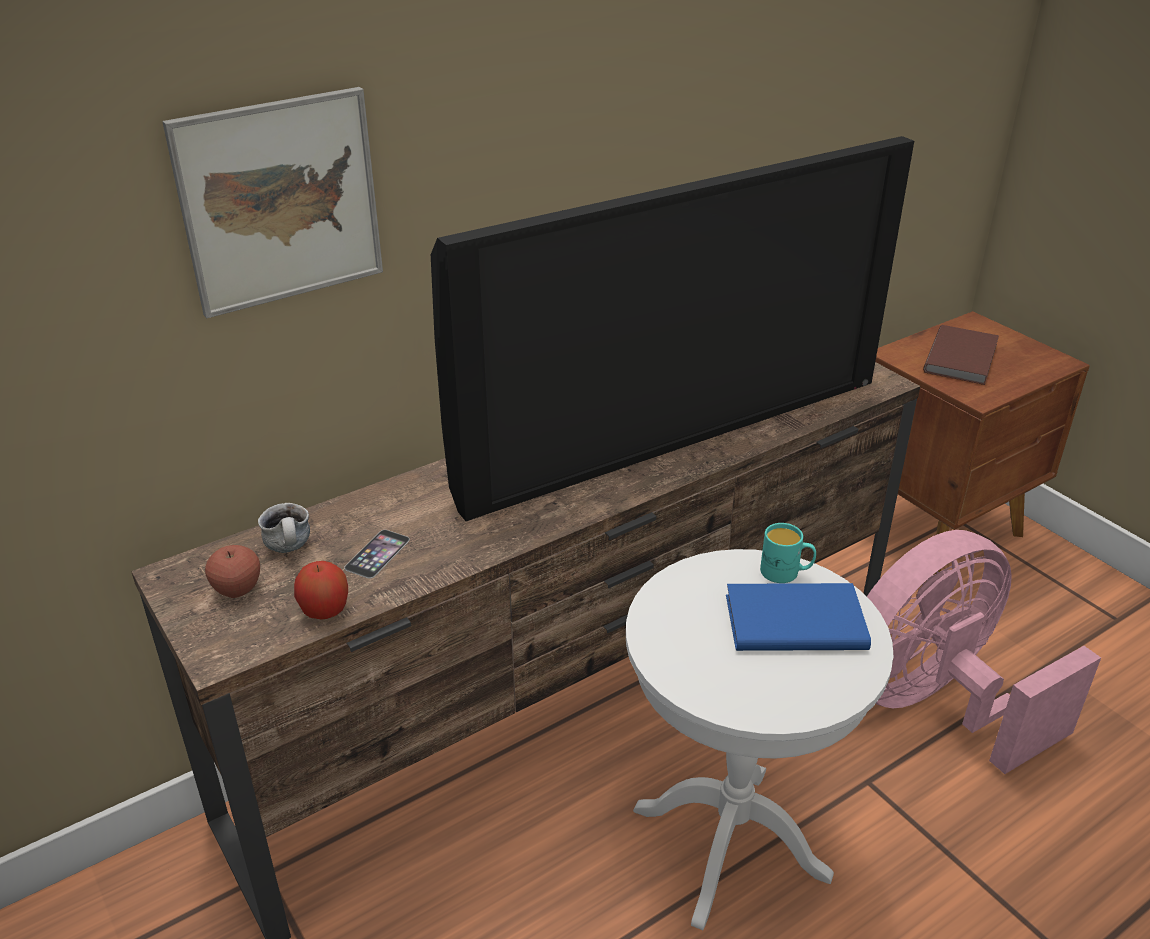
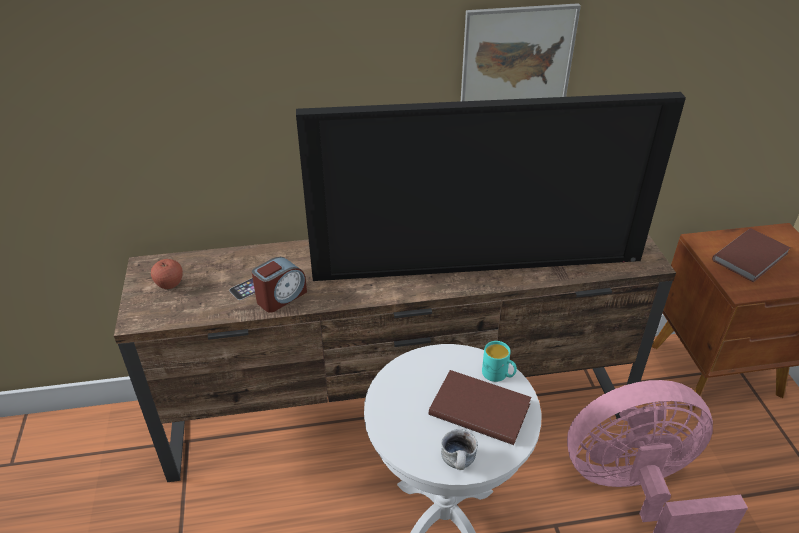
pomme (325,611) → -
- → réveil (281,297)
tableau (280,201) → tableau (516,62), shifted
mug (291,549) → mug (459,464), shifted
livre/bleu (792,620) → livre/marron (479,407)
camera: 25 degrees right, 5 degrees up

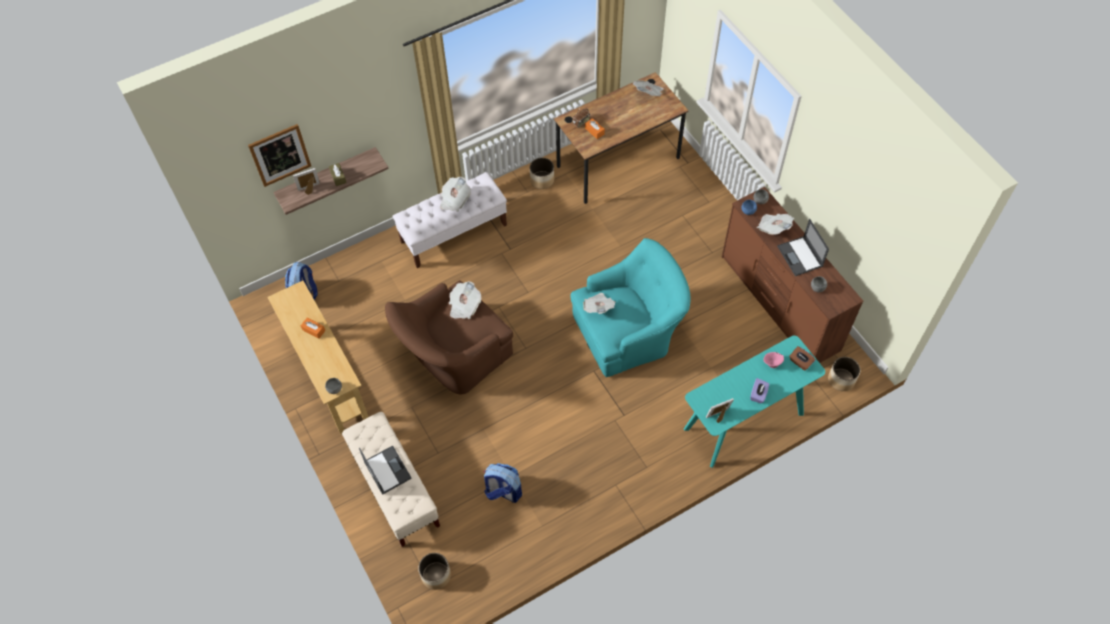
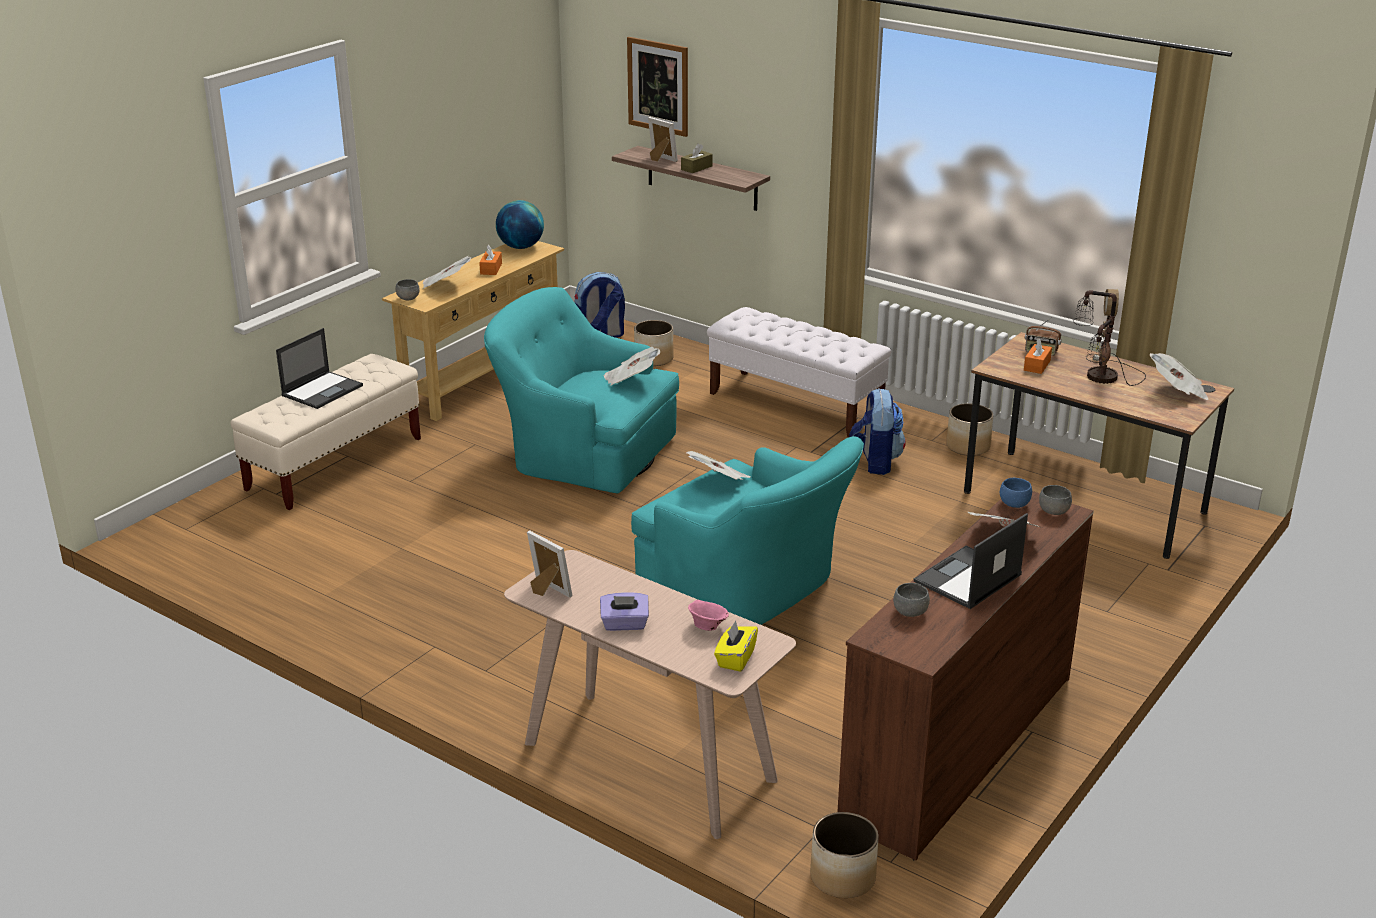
- → globe (520,247)
- → lampe de table (1100,378)
cache-pot (435,575) → cache-pot (653,358), shifted
journal (454,200) → journal (446,285), shifted
sac à dos (503,491) → sac à dos (875,461), shifted
fauteuil/marron (453,356) → fauteuil/turquoise (582,453)
table console/turquoise (744,422) → table console/beige (648,762)
boîte à mouchoirs/marron (800,362) → boîte à mouchoirs/jaune (735,659)
camera: 65 degrees right, 30 degrees down

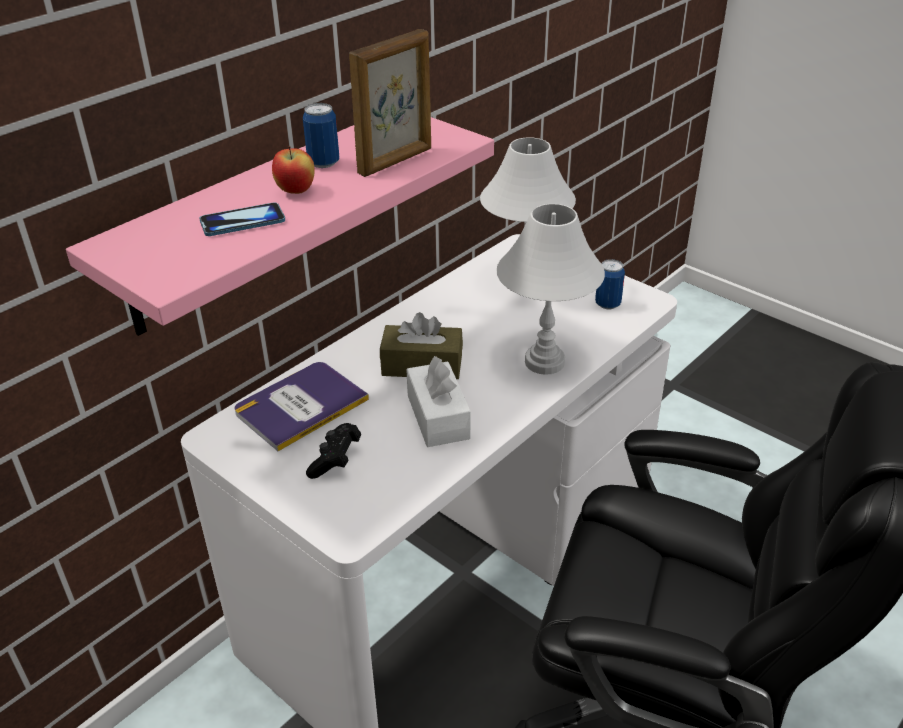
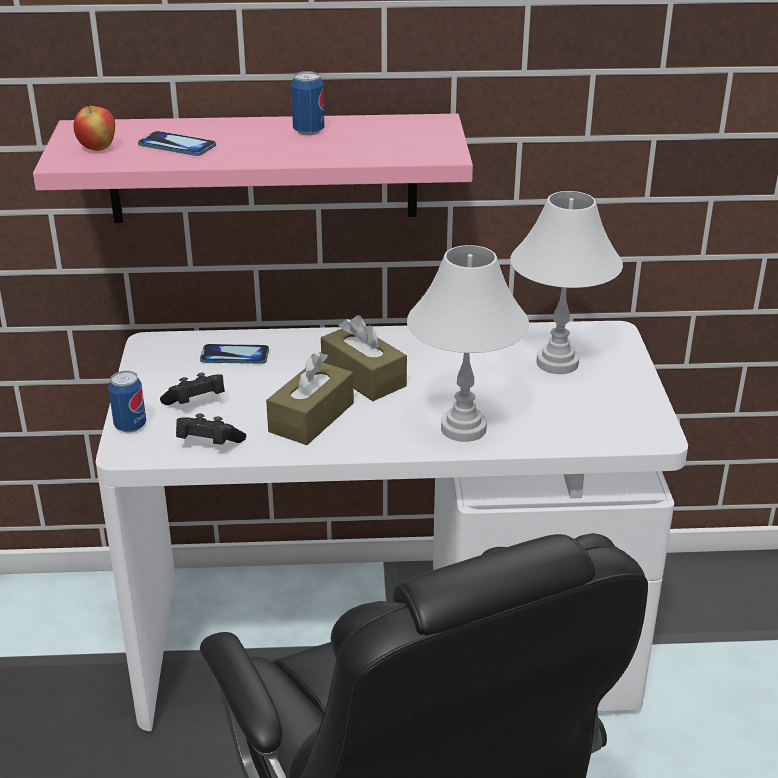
cadre photo (396,161) → -
- → manette/noir (208,444)
pomme (296,191) → pomme (97,149), shifted
boîte métallique (607,304) → boîte métallique (130,426), shifted
livre (300,406) → téléphone (234,356)
boîte à mouchoirs/blanc (438,417) → boîte à mouchoirs/marron (311,417)
camera: 45 degrees right, 5 degrees down

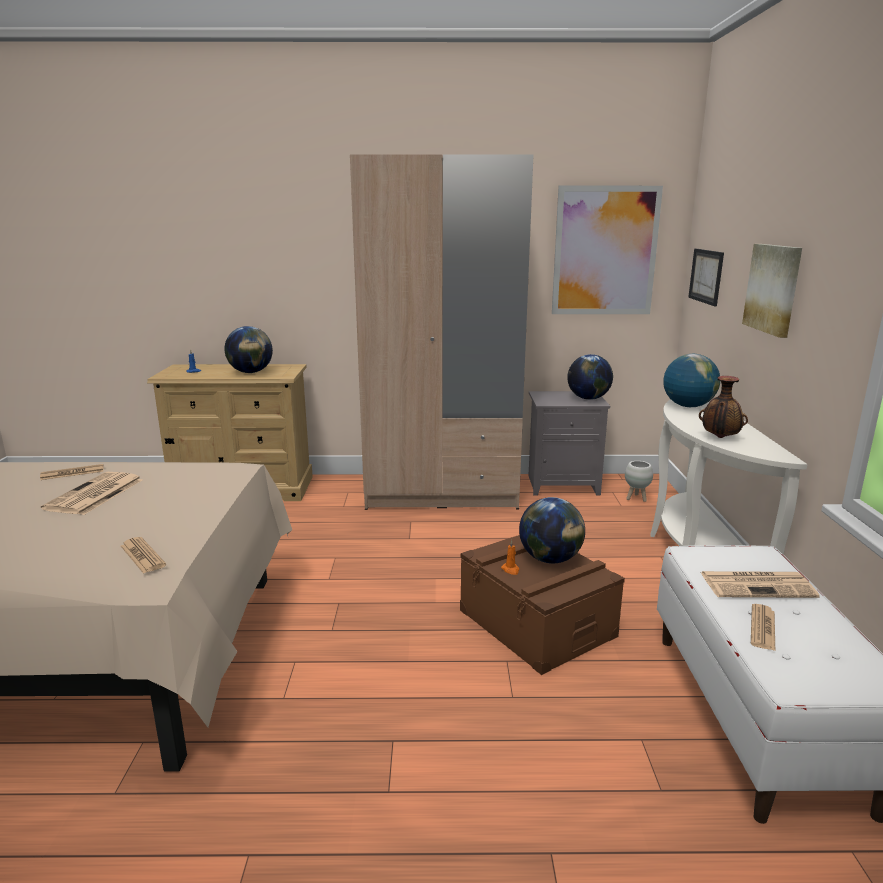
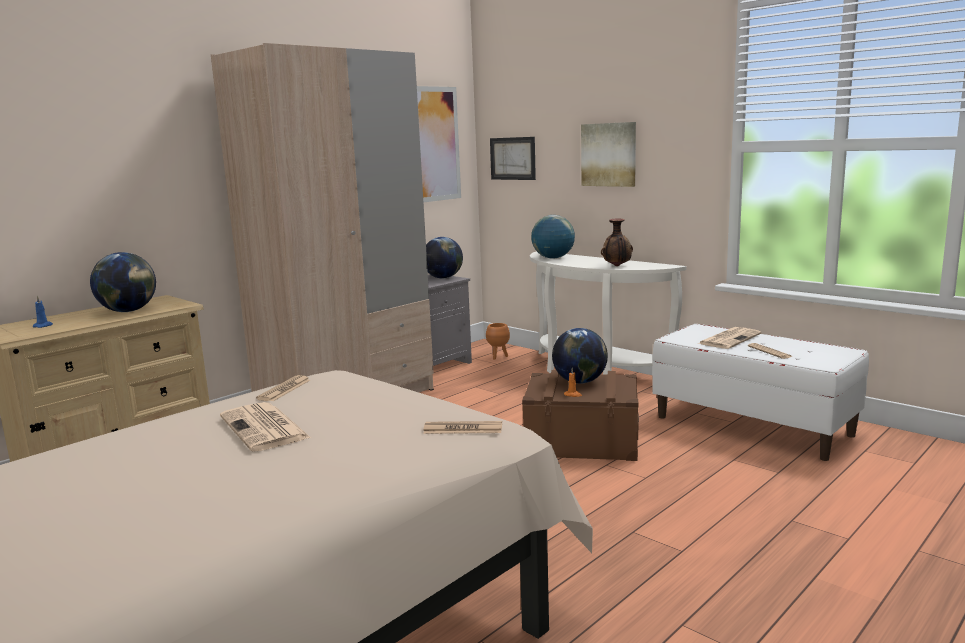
journal (72,473) → journal (284,389), shifted
cache-pot/blanc (636,498) → cache-pot/orange (498,357)
camera: 45 degrees left, 5 degrees down

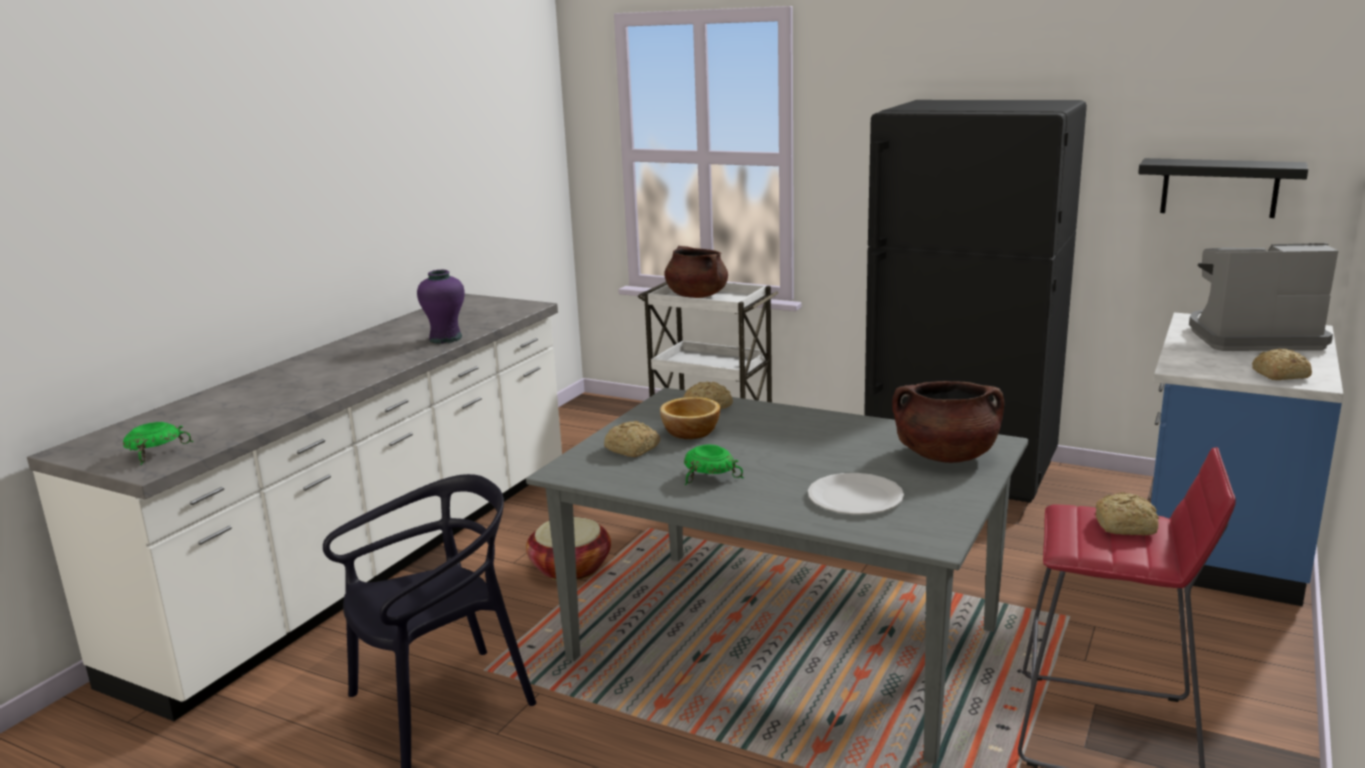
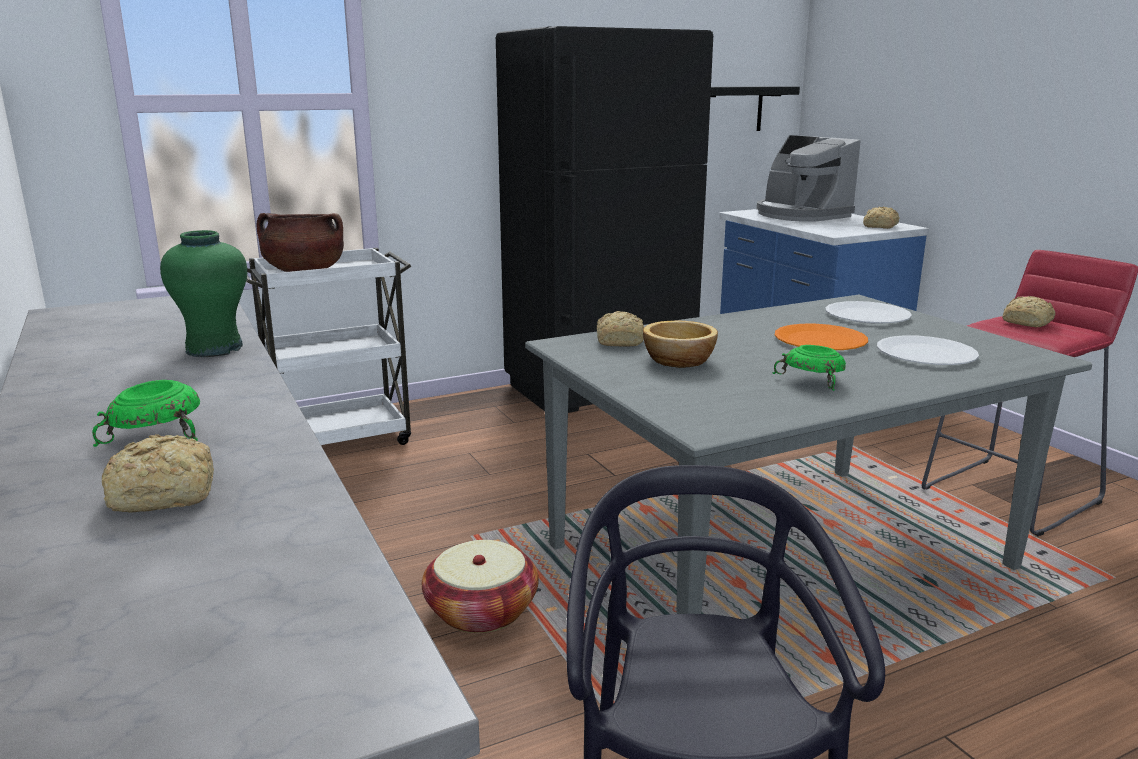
- → assiette/orange (820,340)
bol/vert (156,454) → bol/vert (160,434), shifted
pain (632,449) → pain (167,495), shifted
marmite/marron (945,456) → assiette/blanc (867,315)
vase/violet (446,339) → vase/vert (214,348)
machine à café (1251,337) → machine à café (800,215), 75 degrees counterclockwise
camera: 55 degrees left, 0 degrees up

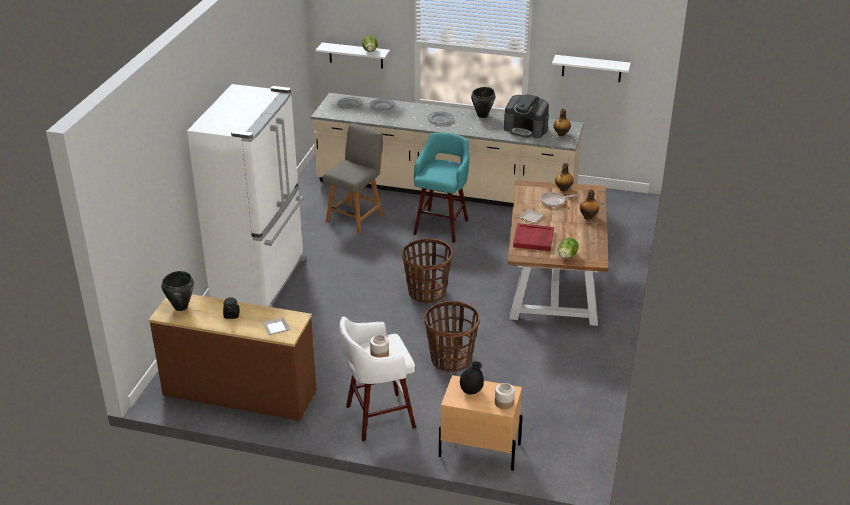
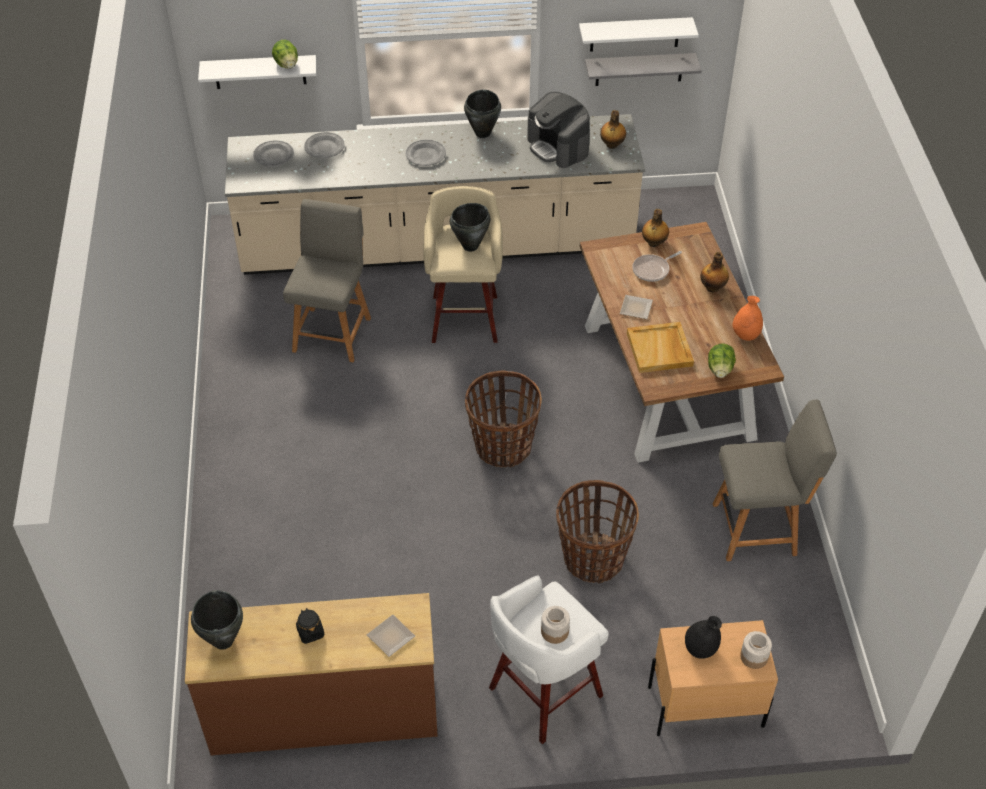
réfrigérateur/blanc (261,280) → -
- → marmite/noir (471,246)
- → étagère/gris (639,69)
- → chaise/gris (758,529)
- → vase/orange (745,335)
tabouret/turquoise (442,226) → tabouret/beige (465,316)
plateau/rouge (534,239) → plateau/beige (660,350)
machine à café (526,129) → machine à café (558,147), 45 degrees clockwise
camera: 20 degrees left, 15 degrees up

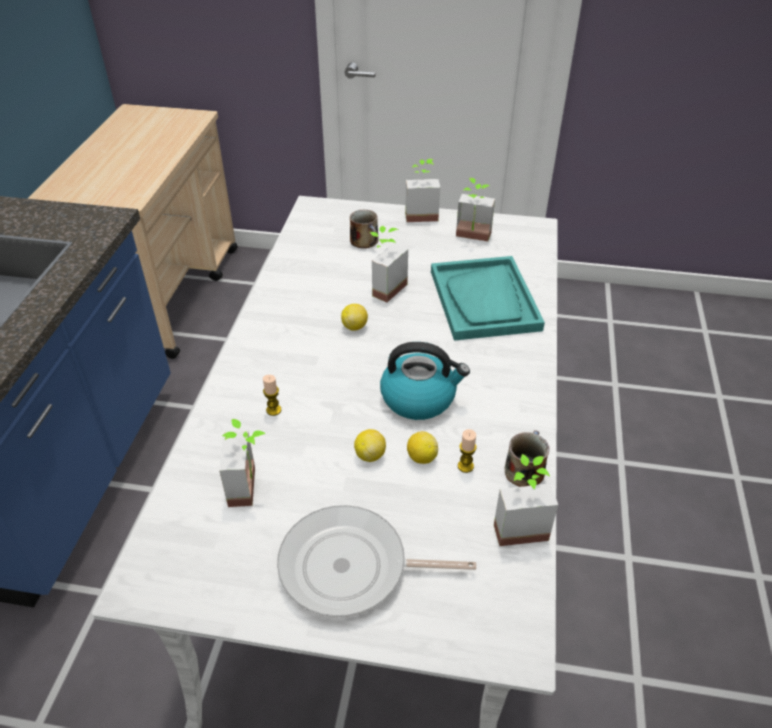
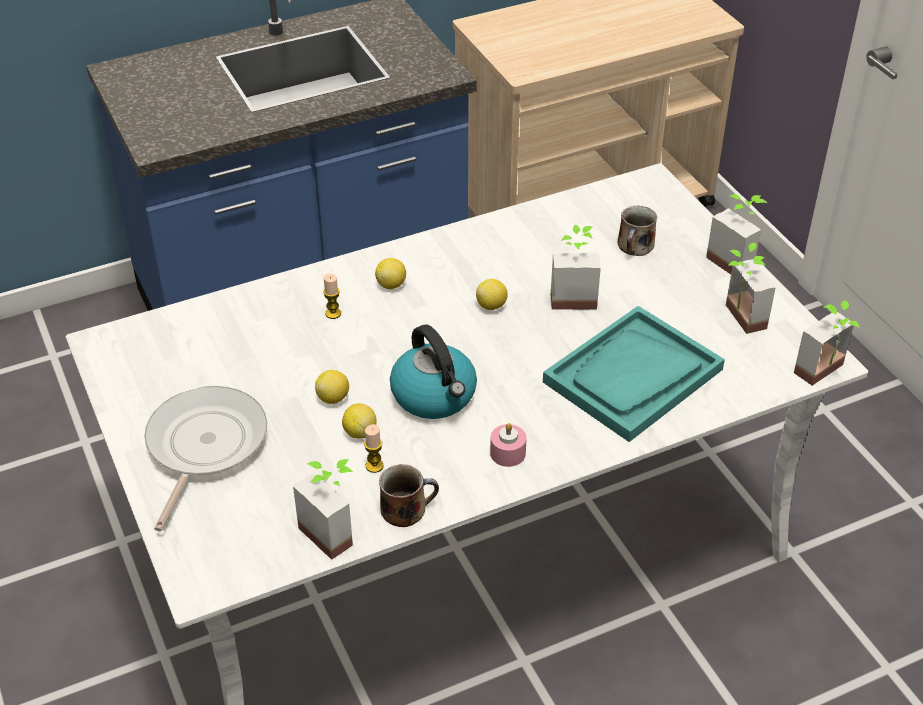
- → citron (391,284)
- → bougie/rose (507,453)
plante en pot (252,486) → plante en pot (826,374), shifted
poêle (351,568) → poêle (204,446), 45 degrees clockwise
camera: 55 degrees right, 0 degrees up

